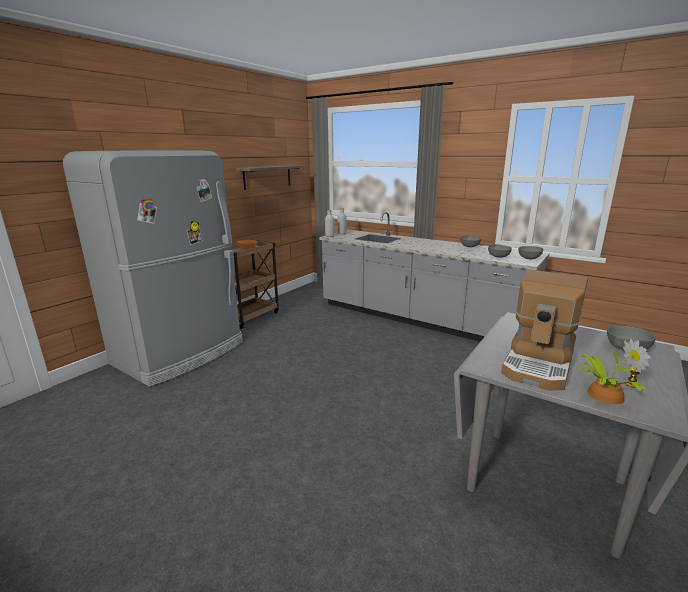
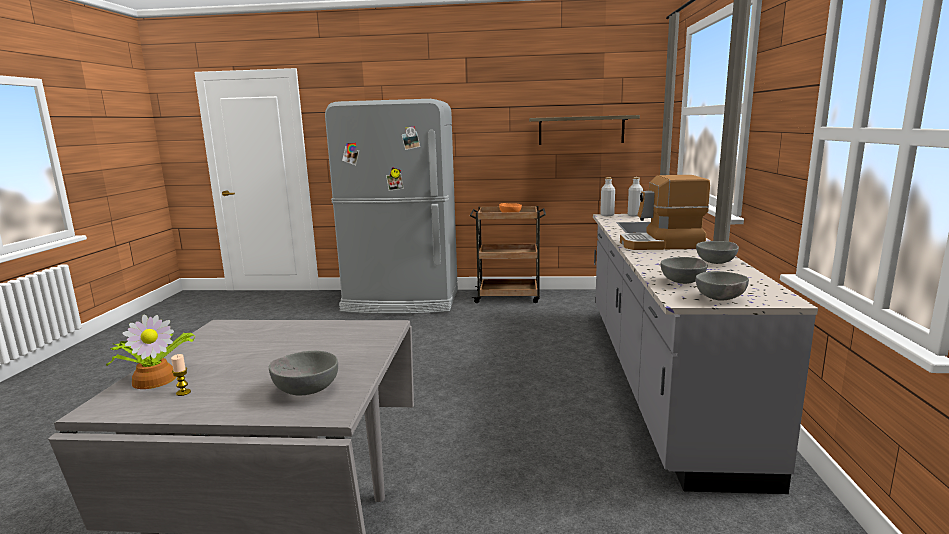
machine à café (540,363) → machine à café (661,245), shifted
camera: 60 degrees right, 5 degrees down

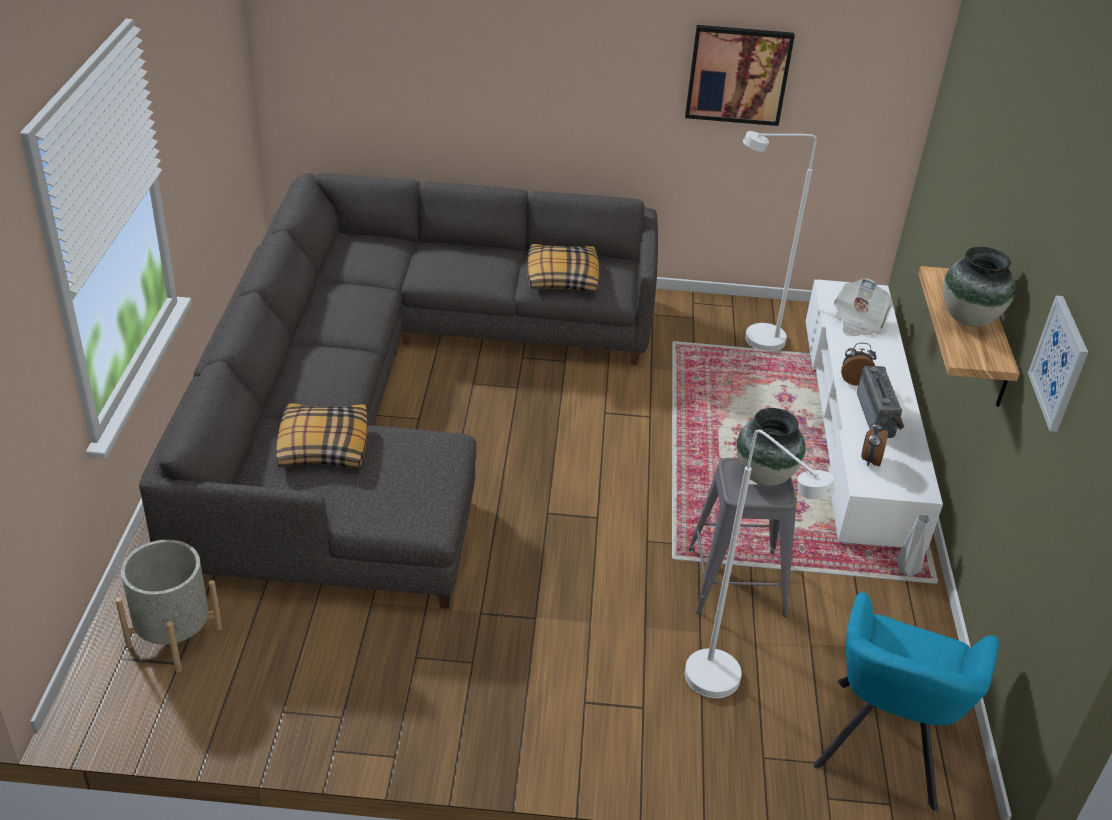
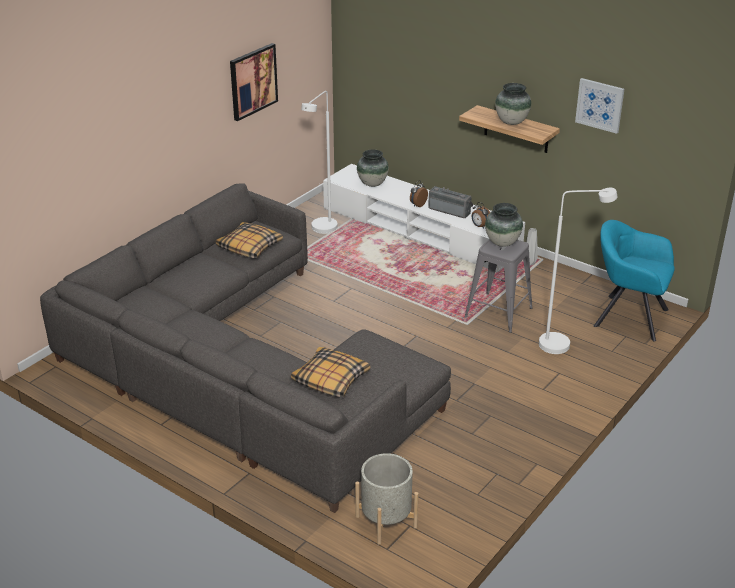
journal (858,322) → vase (373,184)
fauteuil/turquoise (884,747) → fauteuil/turquoise (627,317), 150 degrees clockwise
camera: 55 degrees left, 5 degrees down

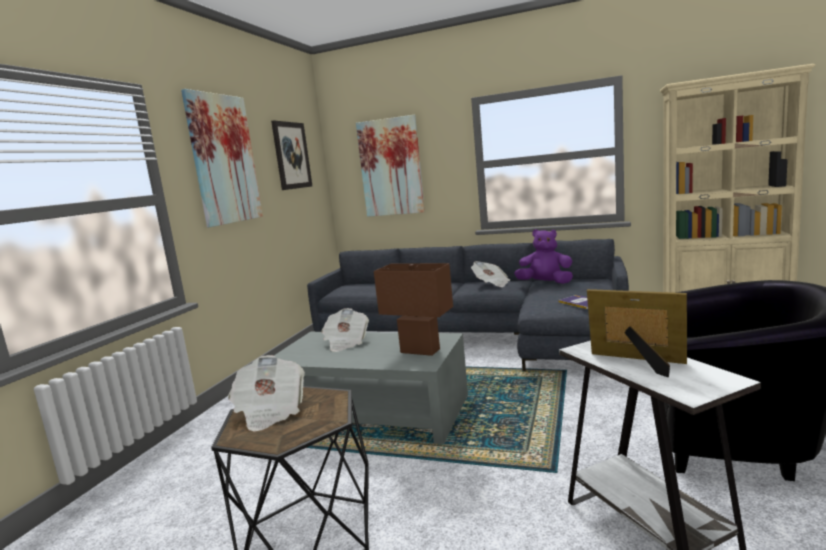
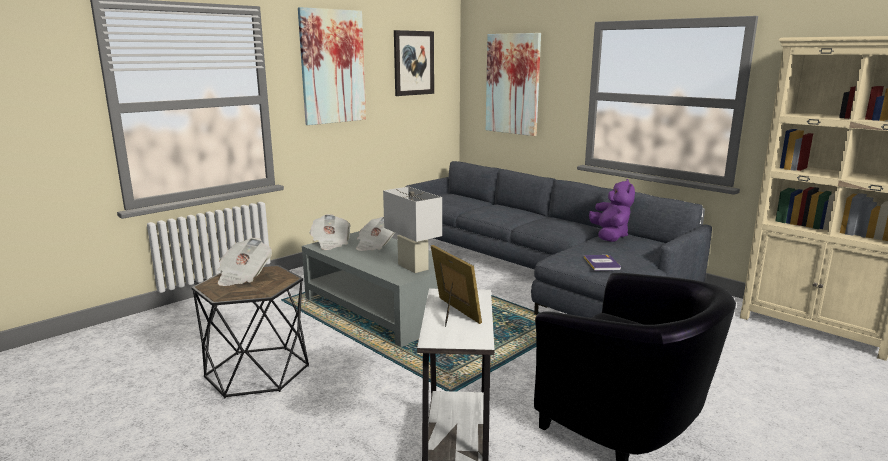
journal (491,284) → journal (330,243), shifted
lampe de table/marron (420,351) → lampe de table/blanc (413,267)
peluche/violet (545,283) → peluche/violet (610,236), 45 degrees clockwise
camera: 25 degrees right, 5 degrees up

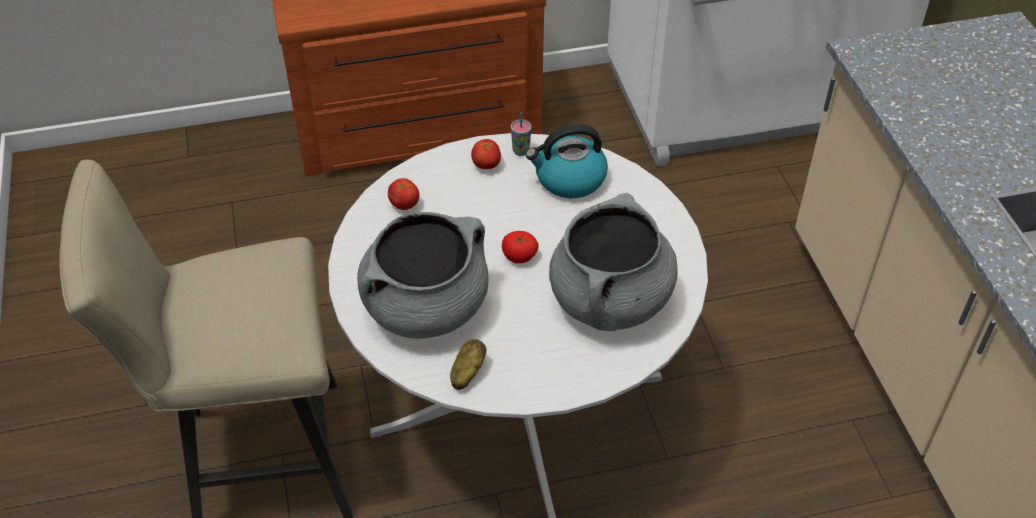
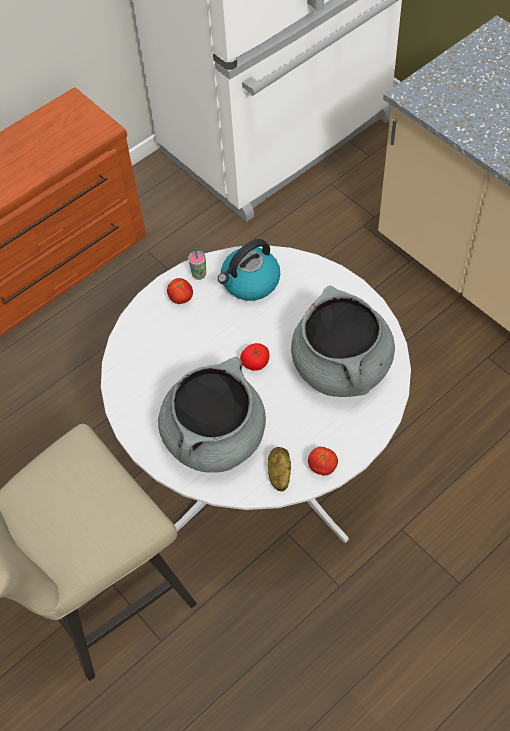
tomate (404,205) → tomate (322,467), shifted
camera: 25 degrees left, 10 degrees up

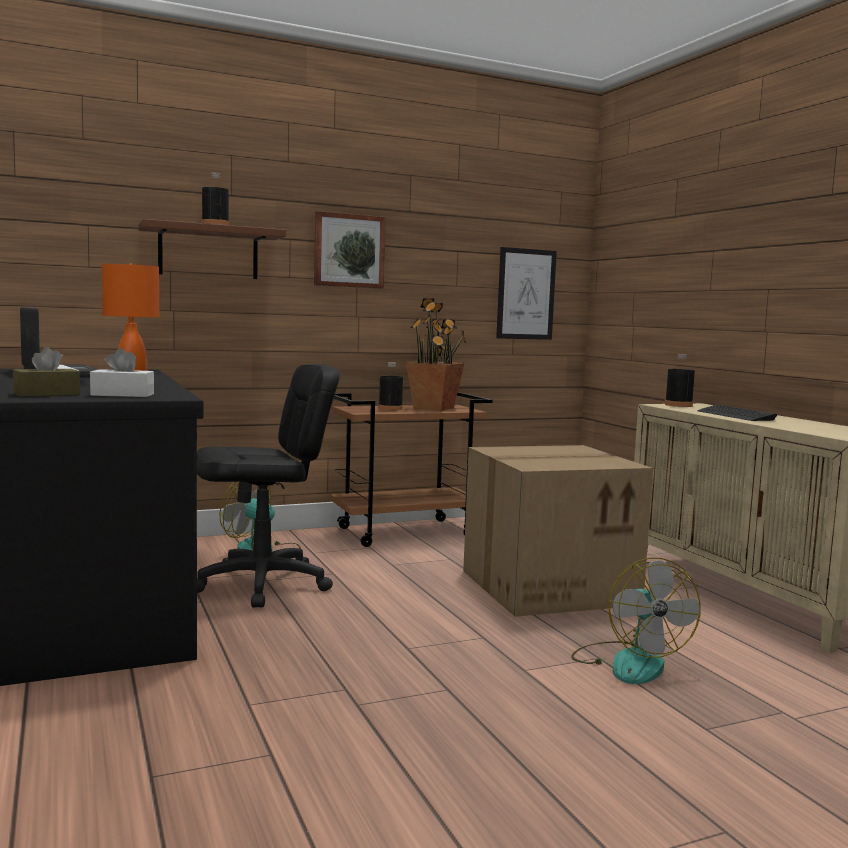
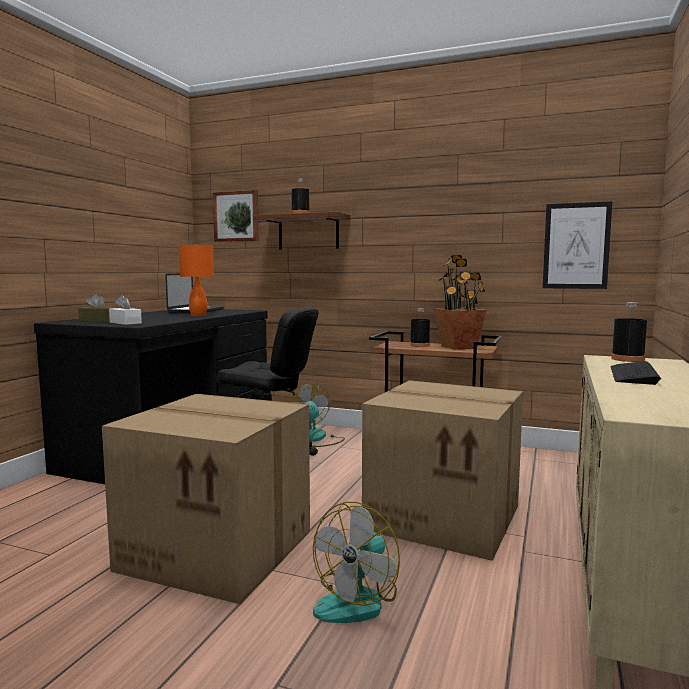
- → carton (220,549)
tableau (349,251) → tableau (236,216), shifted
camera: 45 degrees right, 0 degrees up

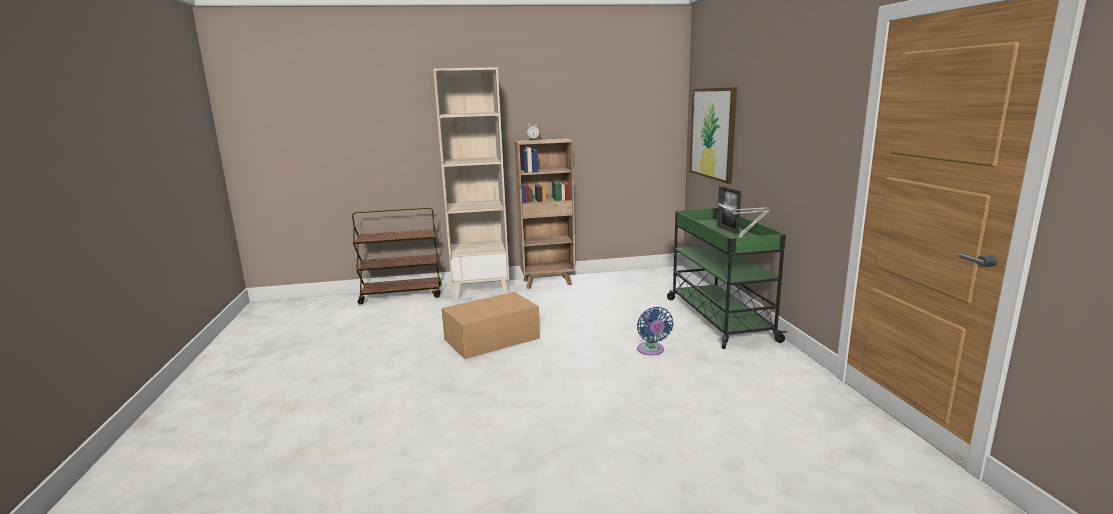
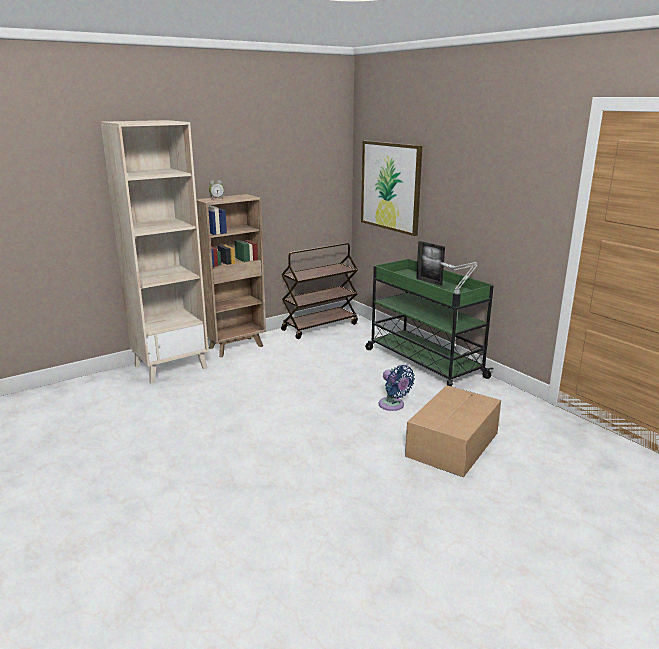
chariot/marron (402,295) → chariot/marron (320,326), shifted
carton (493,338) → carton (454,444), shifted
camera: 25 degrees left, 5 degrees up

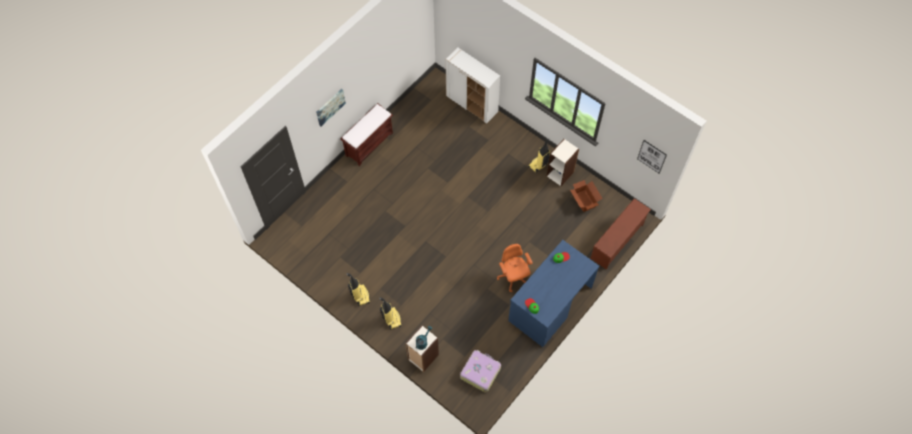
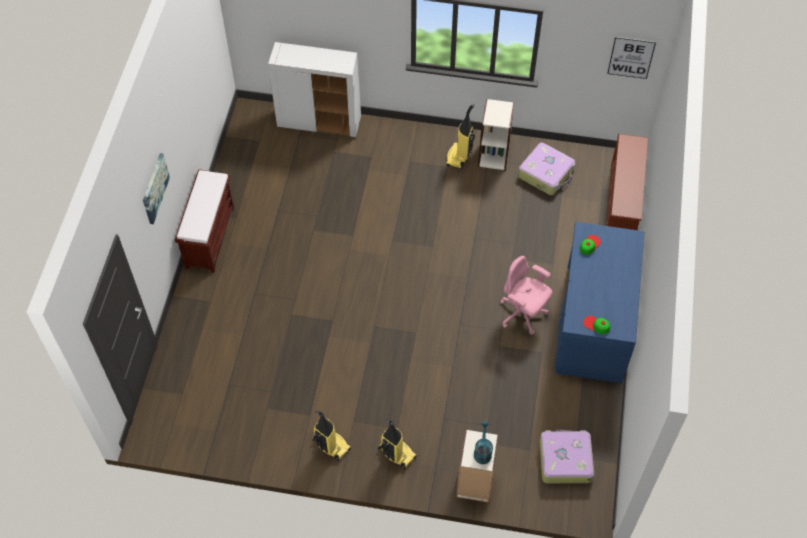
carton (584,200) → valise (546,173)
chaise de bureau/orange (513,277) → chaise de bureau/rose (523,314)
camera: 30 degrees left, 5 degrees down

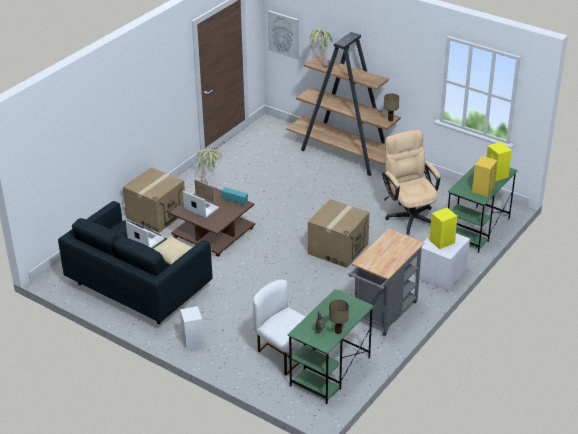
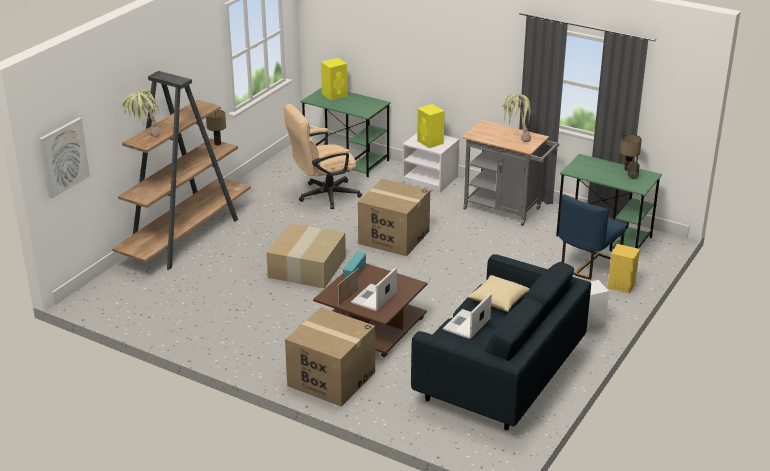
- → carton (306,266)
plante en pot (210,181) → plante en pot (515,138), shifted
enceinte/jaune (483,189) → enceinte/jaune (620,285), shifted
chaise/blanc (284,353) → chaise/bleu (587,263)
camera: 95 degrees left, 5 degrees down

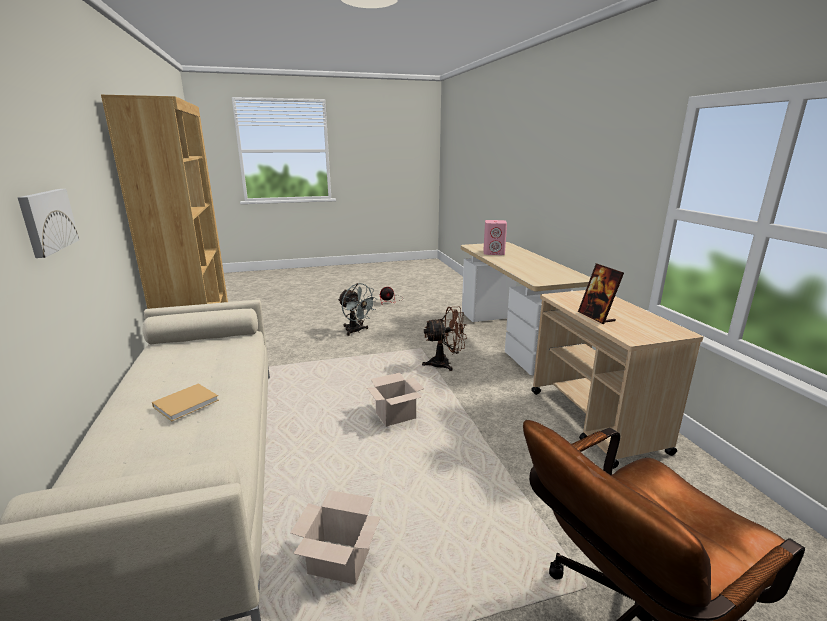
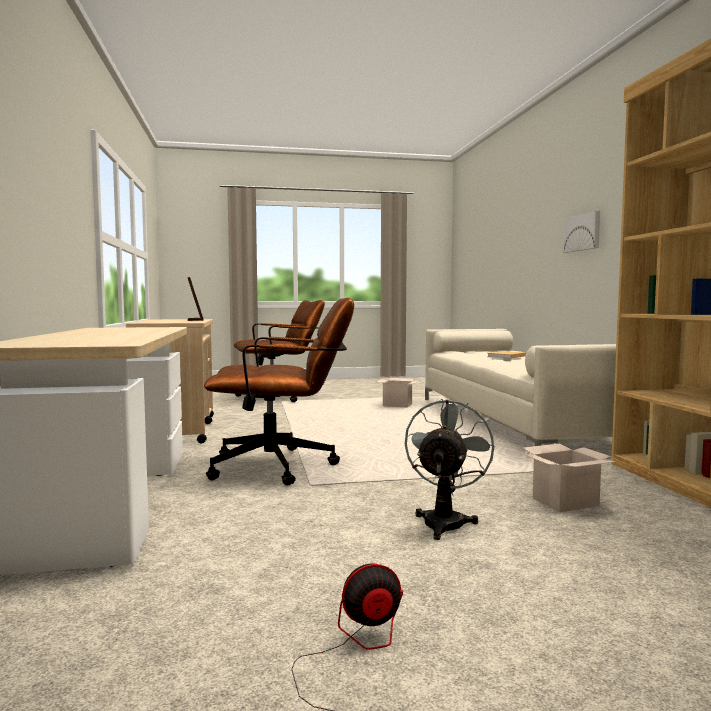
enceinte/rose (494,253) → -
carton (395,416) → carton (565,501), shifted
ventilateur/marron (445,364) → chaise de bureau/marron (284,467)
ventilateur/gris (356,331) → ventilateur/gris (445,521), 60 degrees clockwise
camera: 175 degrees left, 15 degrees down

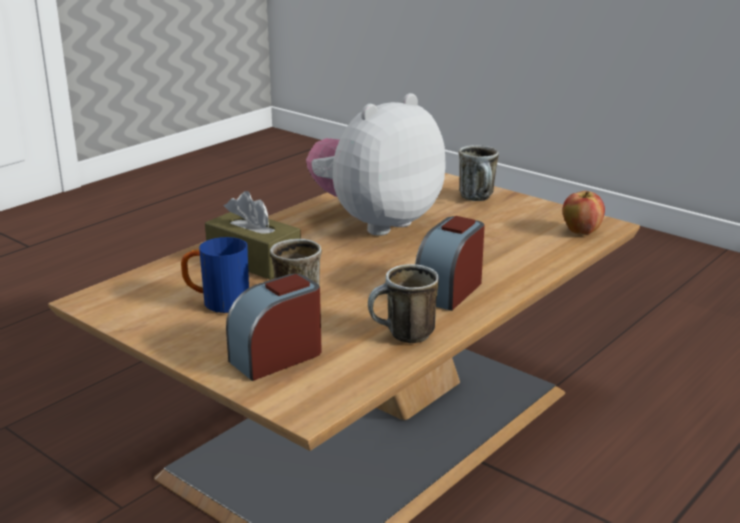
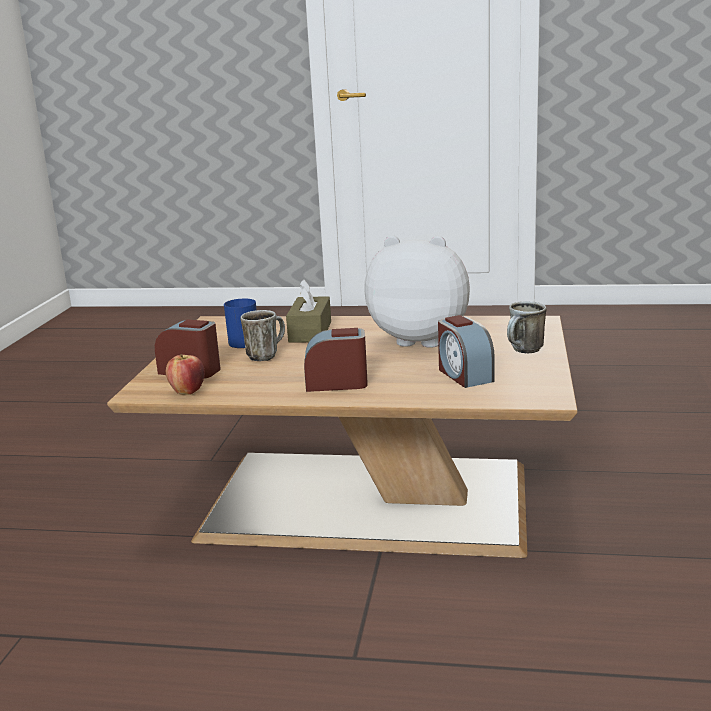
mug (403,337) → -
- → réveil (464,375)
pomme (581,231) → pomme (187,392), shifted
camera: 60 degrees right, 5 degrees down

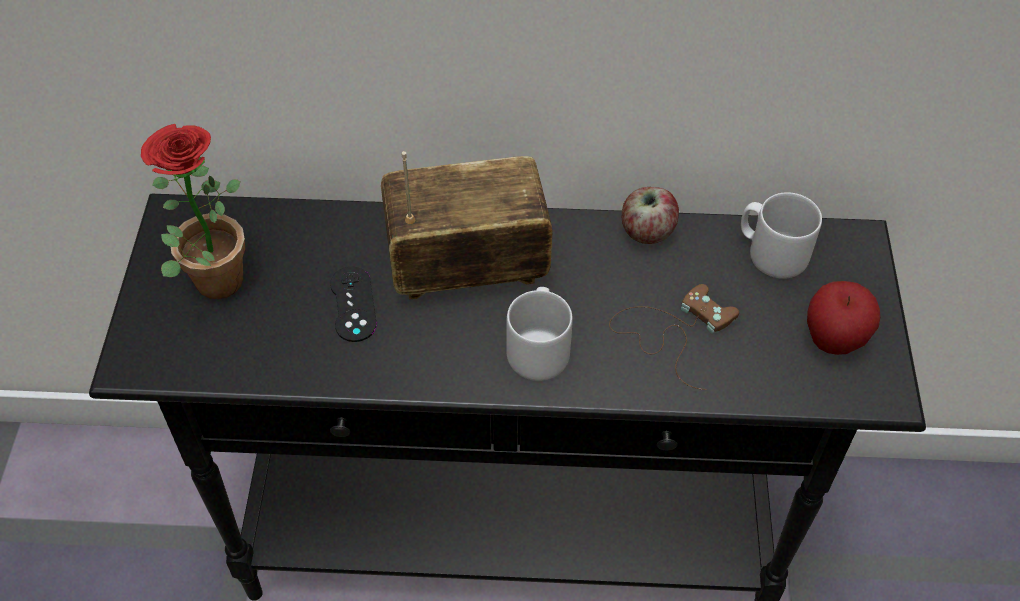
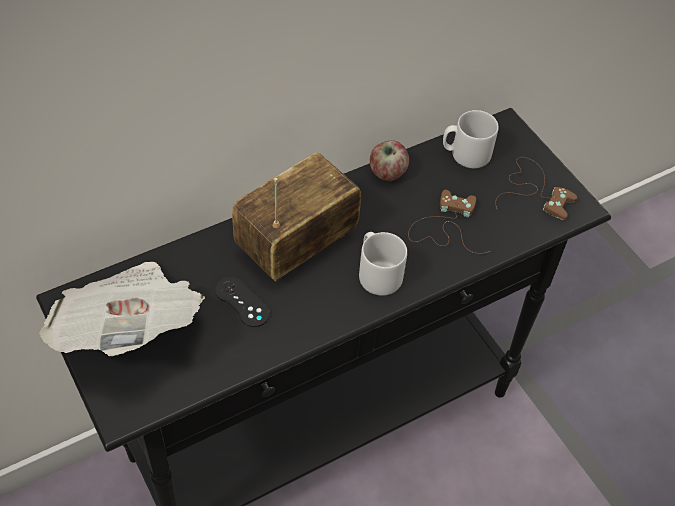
plante en pot (211,275) → journal (130,329)
pomme (833,341) → manette/marron (534,190)
camera: 35 degrees left, 0 degrees up

